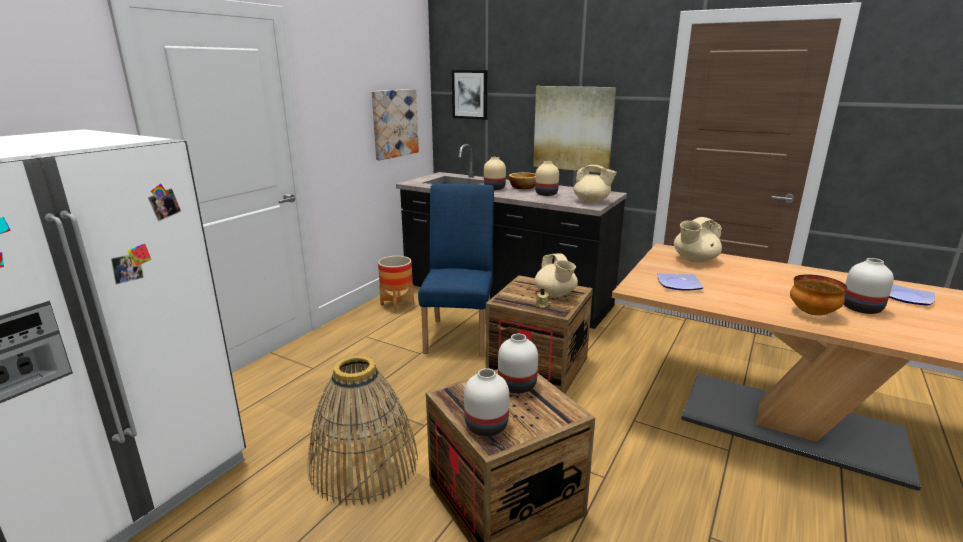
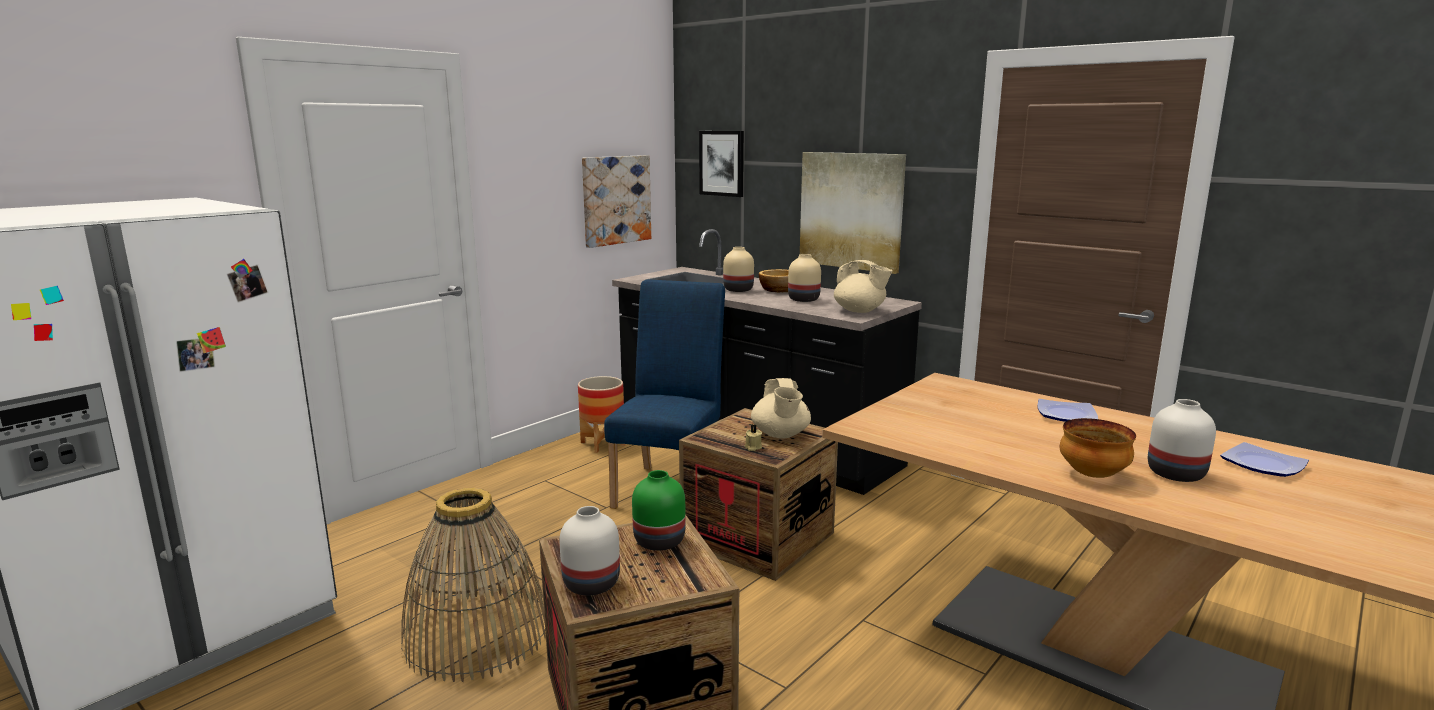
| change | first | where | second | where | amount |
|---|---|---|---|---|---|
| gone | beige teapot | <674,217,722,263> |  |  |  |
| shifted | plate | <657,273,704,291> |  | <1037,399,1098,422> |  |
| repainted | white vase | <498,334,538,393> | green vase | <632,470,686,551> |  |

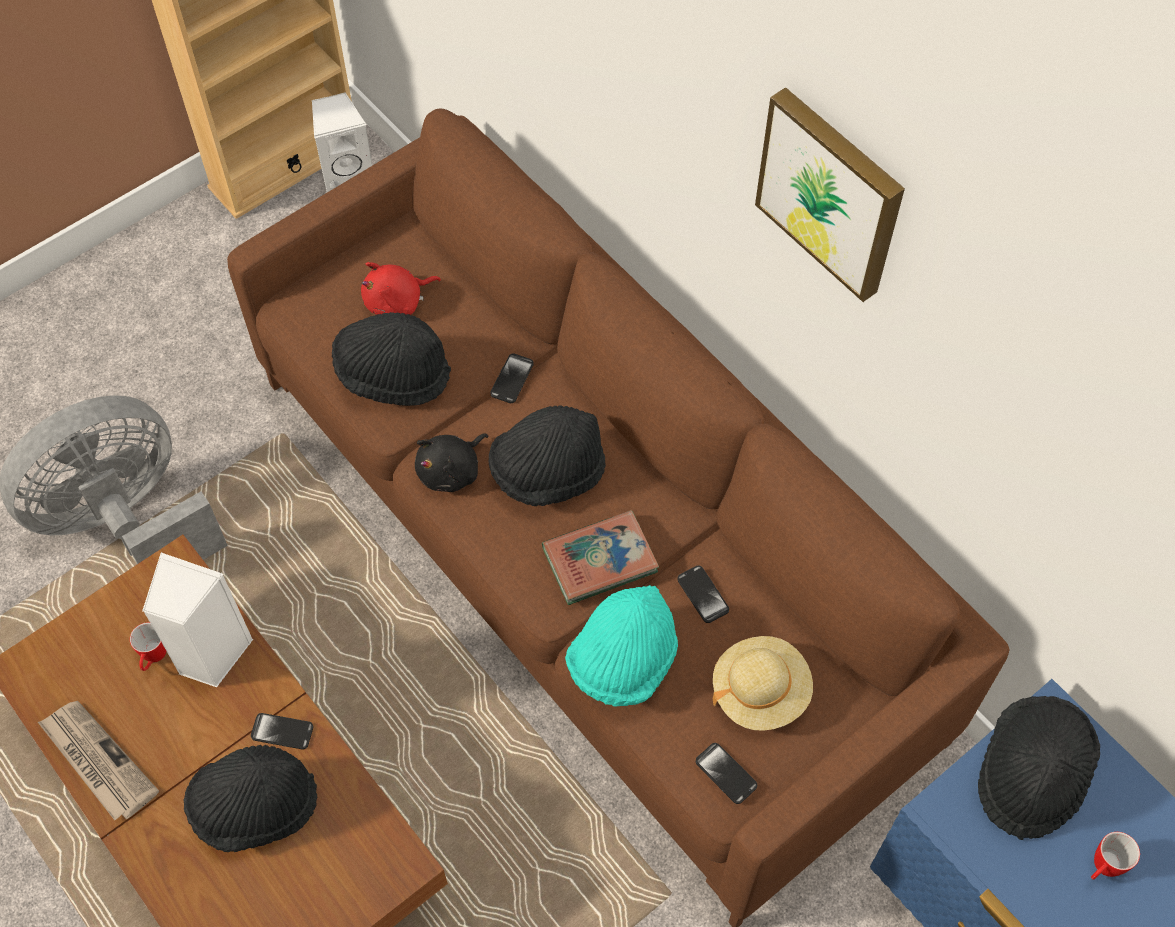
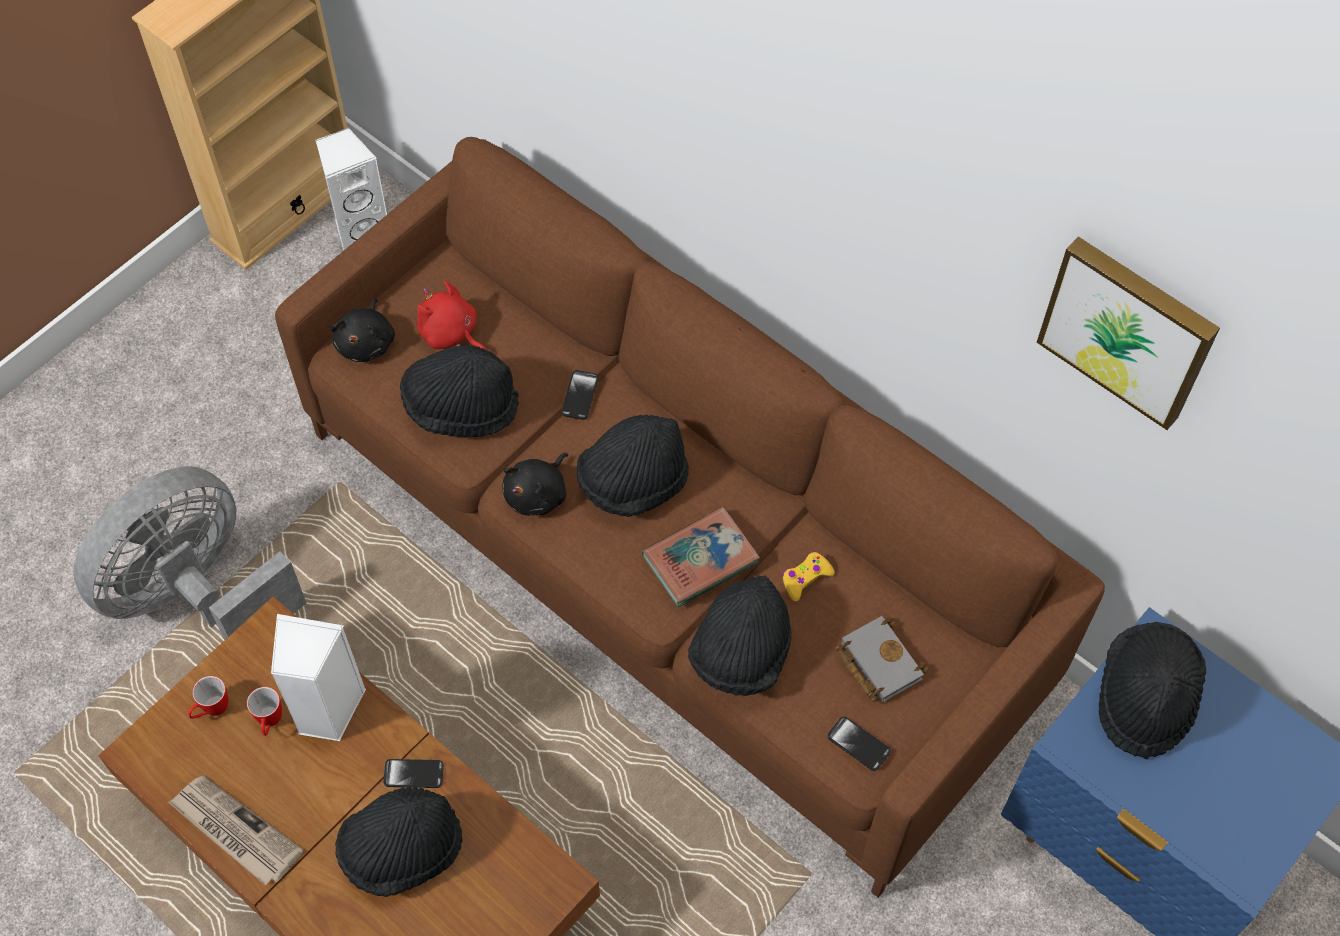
| change | first | where | second | where | amount |
|---|---|---|---|---|---|
| shifted | picture | <755,87,905,302> |  | <1037,237,1220,430> |  |
| rotated | red plush toy | <361,262,441,315> |  | <417,281,487,350> | 75 degrees clockwise |
| swapped | phone | <677,565,729,623> | yellow game controller | <782,552,835,602> |  |
| repainted | turquoise hat | <565,585,678,706> | black hat | <688,575,792,696> |  |
| swapped | beige hat | <713,636,813,731> | grey book | <835,616,929,702> |  |
| shifted | mug | <1091,832,1140,880> |  | <188,676,228,719> |  |
| new |  |  | black plush toy | <331,298,395,362> |  |

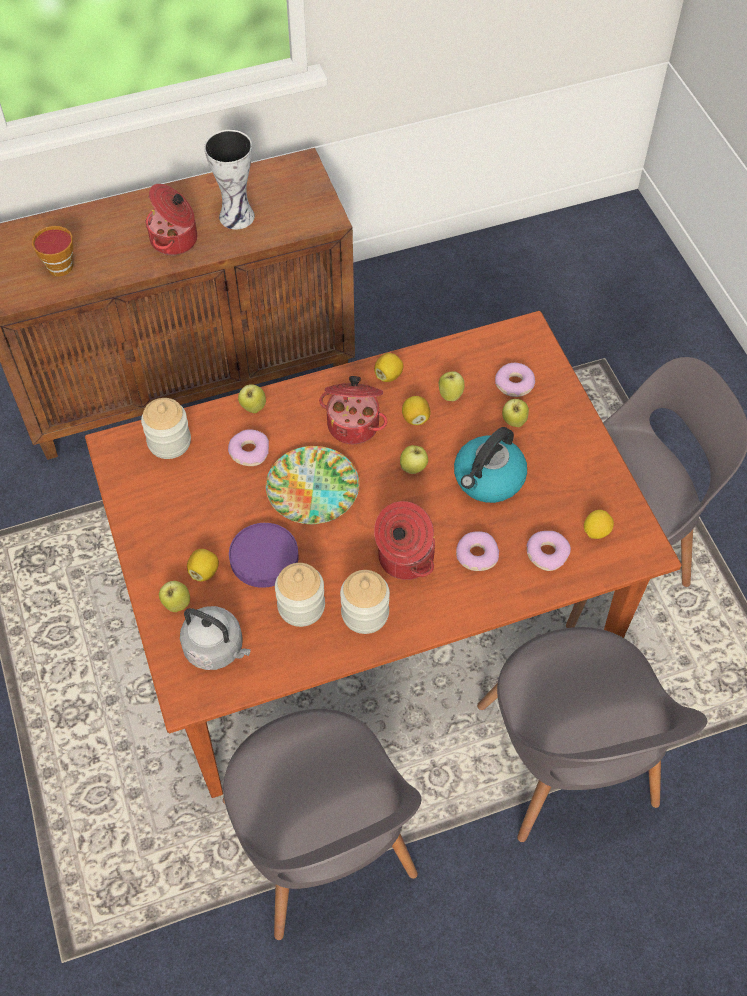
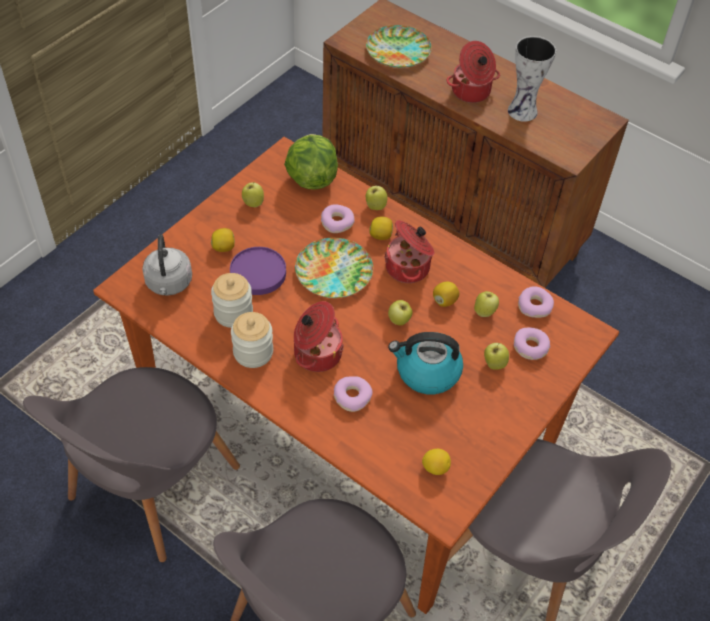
| change | first | where | second | where | amount |
|---|---|---|---|---|---|
| swapped | cup | <32,226,73,276> | plate | <366,25,432,68> |  |
| shifted | lemon | <374,353,403,382> |  | <369,217,393,240> |  |
| swapped | jar | <141,398,191,459> | lettuce | <284,134,338,190> |  |
| shifted | donut | <527,531,571,571> |  | <518,286,554,318> |  |
| shifted | apple | <159,581,190,612> |  | <242,183,264,207> |  |

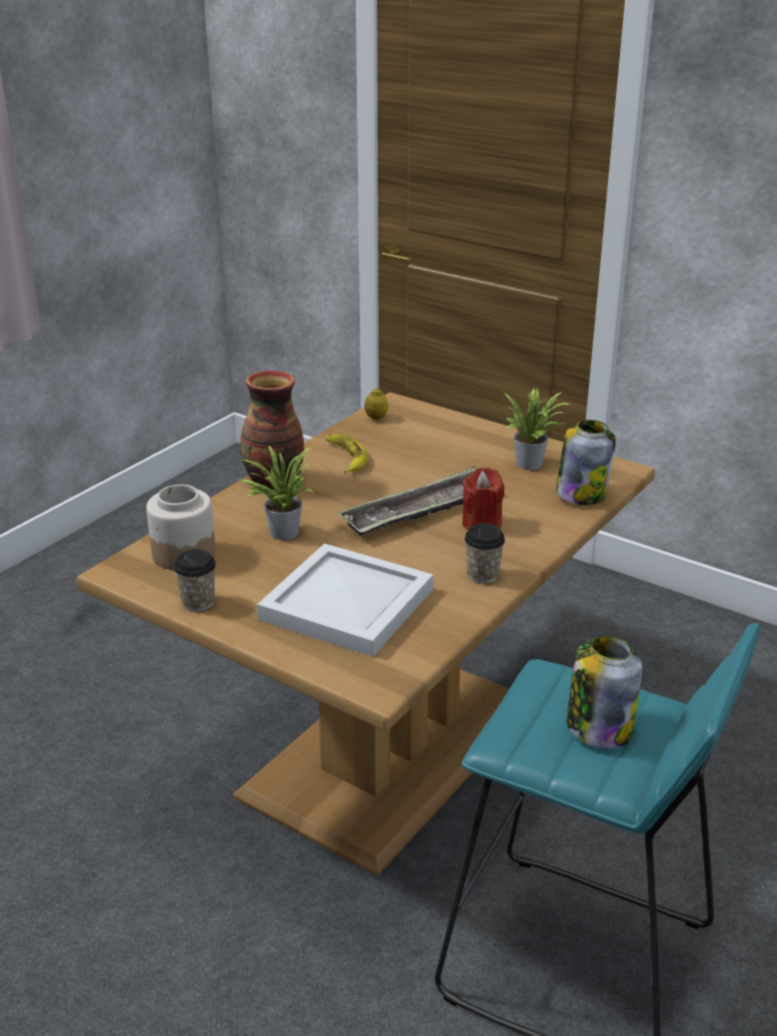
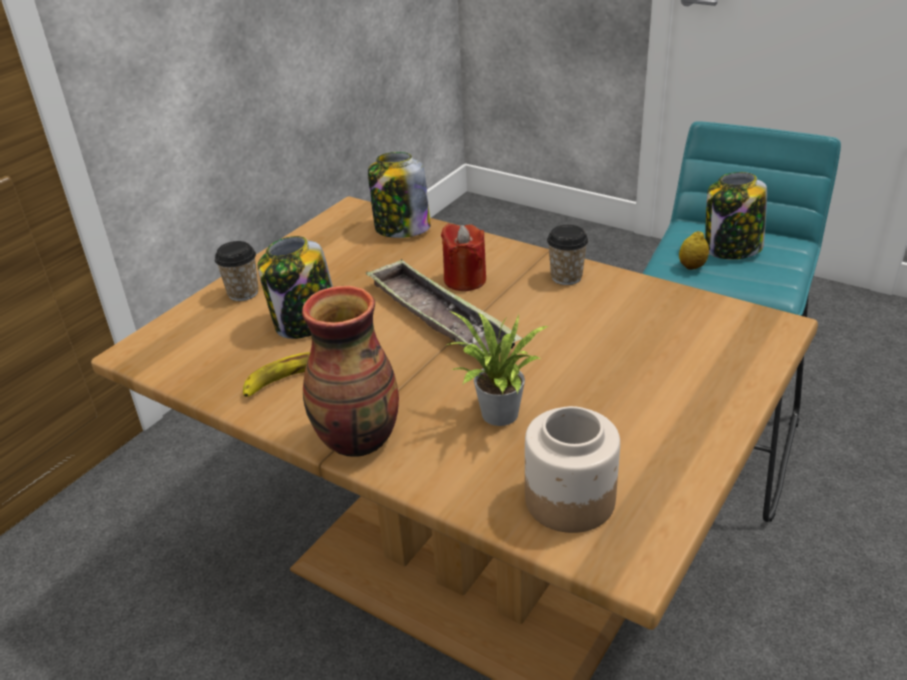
| change | first | where | second | where | amount |
|---|---|---|---|---|---|
| shifted | lemon | <365,388,388,420> |  | <679,231,709,270> |  |
| gone | potted plant | <504,388,570,470> |  |  |  |
| gone | white tray | <257,543,433,657> |  |  |  |
| shifted | cup | <173,549,216,611> |  | <215,241,258,301> |  |
| new |  |  | jar | <258,236,333,339> |  |

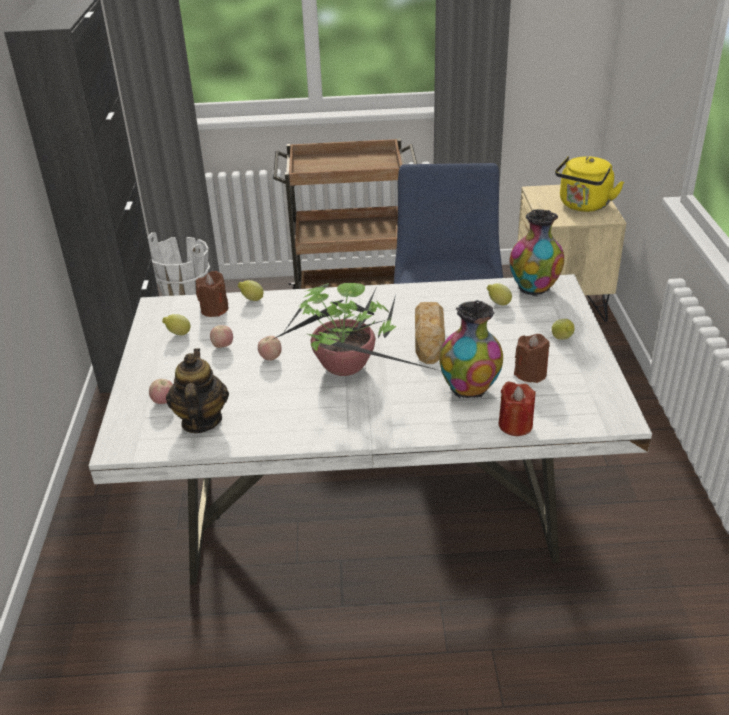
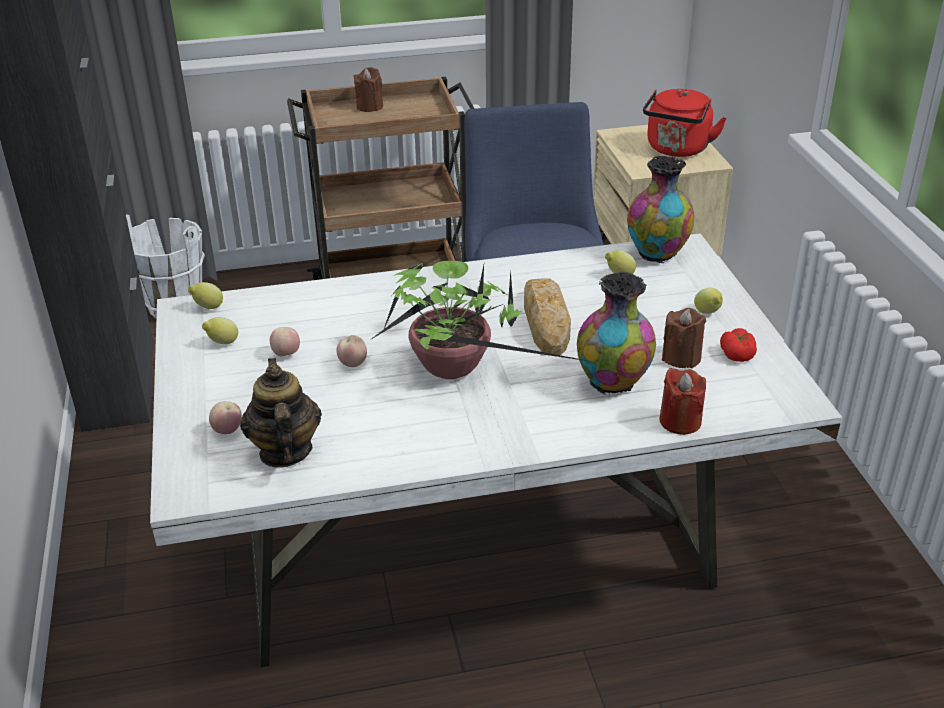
| change | first | where | second | where | amount |
|---|---|---|---|---|---|
| repainted | yellow kettle | <555,156,624,212> | red kettle | <643,89,727,157> |  |
| shifted | brown candle | <196,271,229,317> |  | <354,67,383,112> |  |
| shifted | lemon | <238,280,264,301> |  | <188,282,223,309> |  |
| new |  |  | tomato | <720,328,757,362> |  |

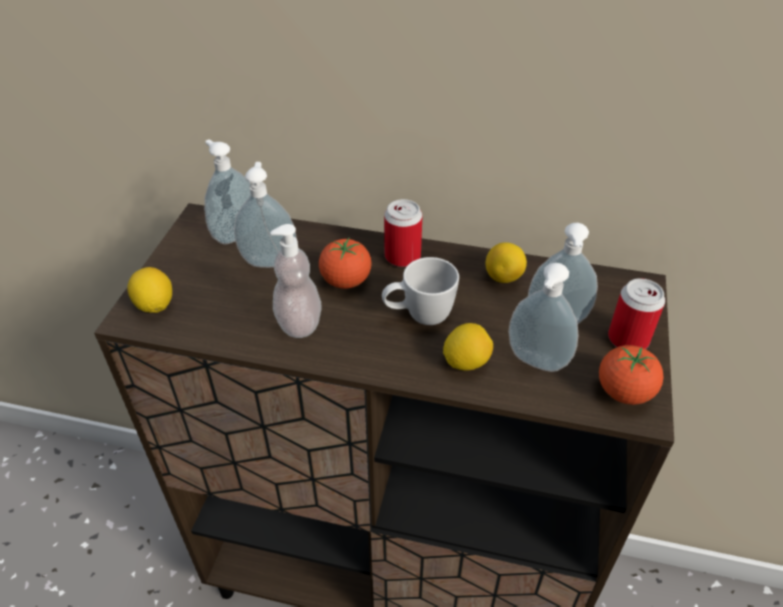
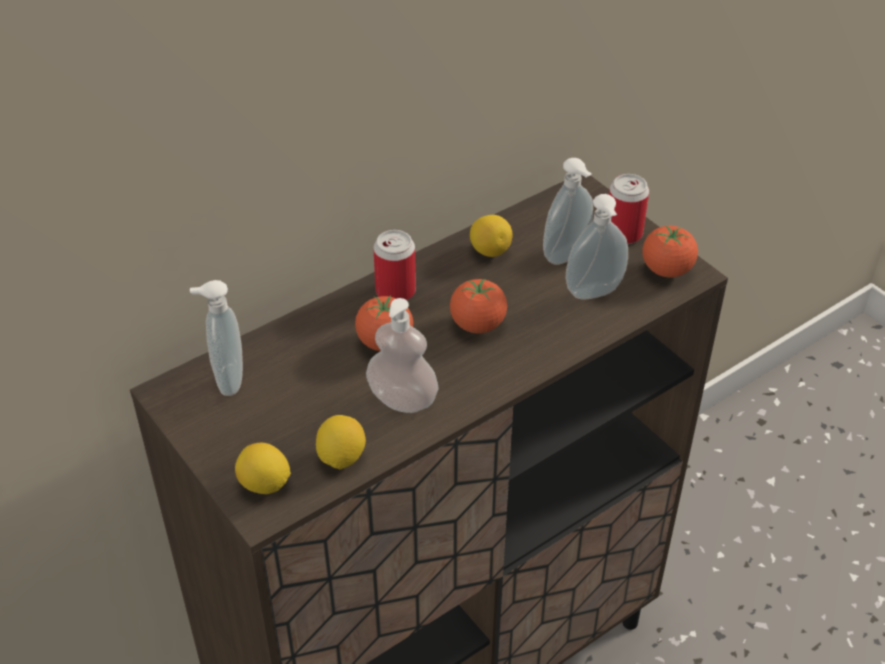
| change | first | where | second | where | amount |
|---|---|---|---|---|---|
| gone | soap dispenser | <234,162,297,268> |  |  |  |
| swapped | white mug | <382,257,459,325> | tomato | <450,279,507,333> |  |
| shifted | lemon | <443,323,493,371> |  | <316,415,366,469> |  |

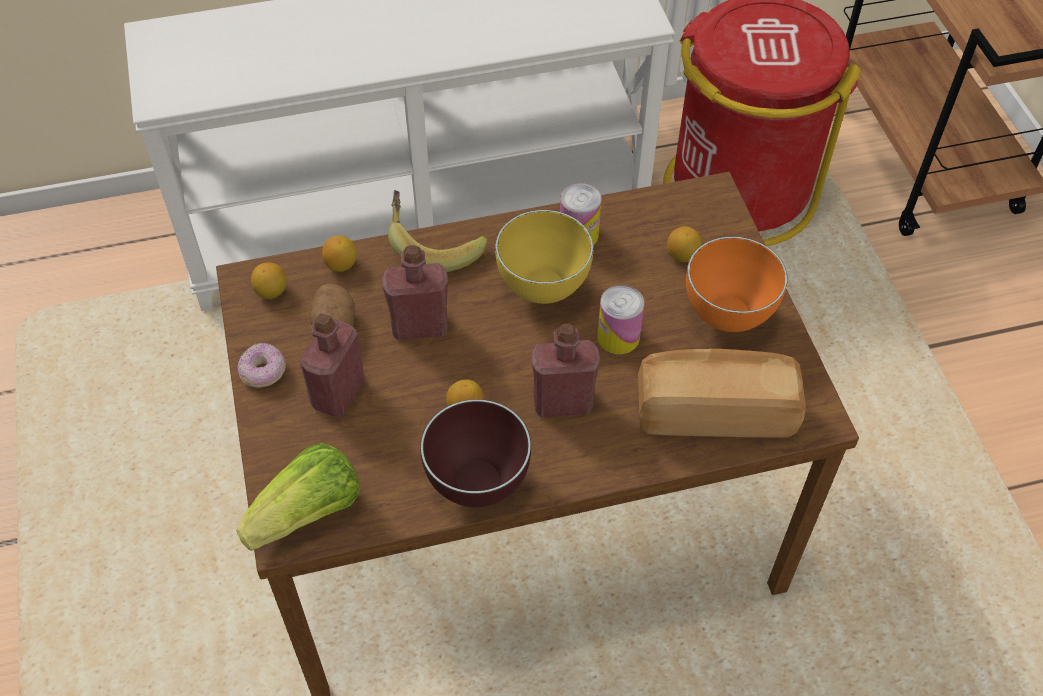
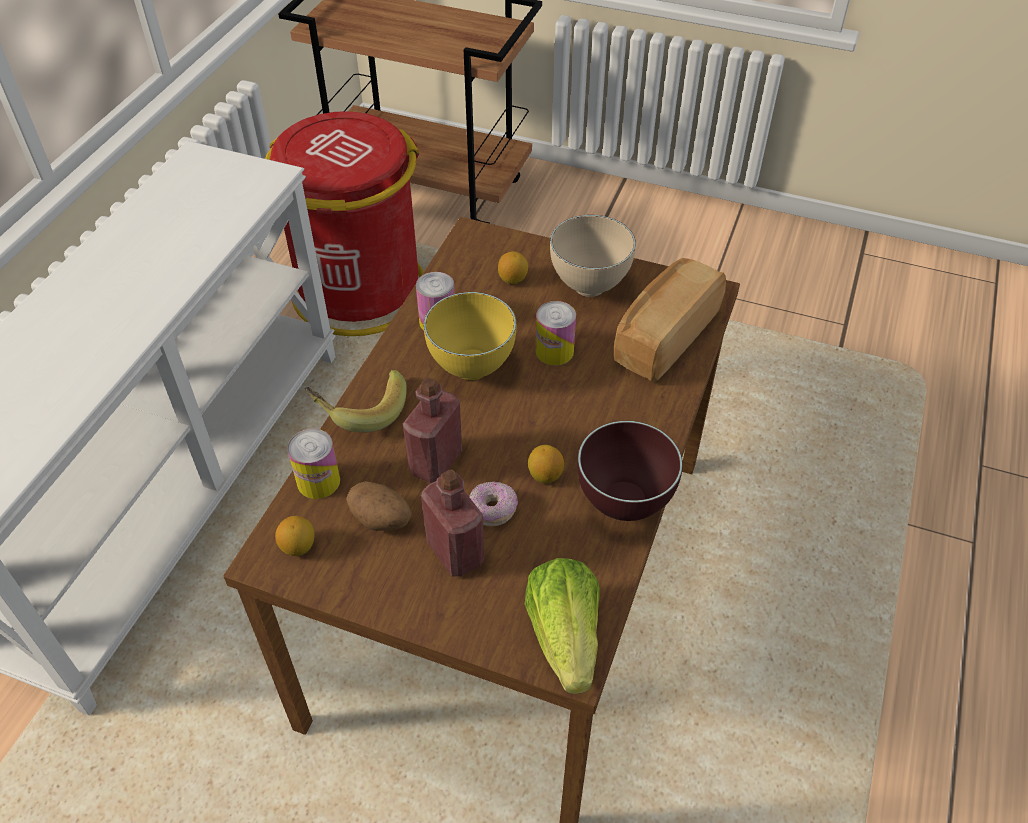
| change | first | where | second | where | amount |
|---|---|---|---|---|---|
| swapped | lemon | <322,236,357,272> | can | <287,429,340,499> |  |
| repainted | orange bowl | <686,237,788,332> | beige bowl | <550,215,636,297> |  |
| gone | red bottle | <531,324,600,418> |  |  |  |
| shifted | donut | <238,343,286,388> |  | <469,481,518,527> |  |

